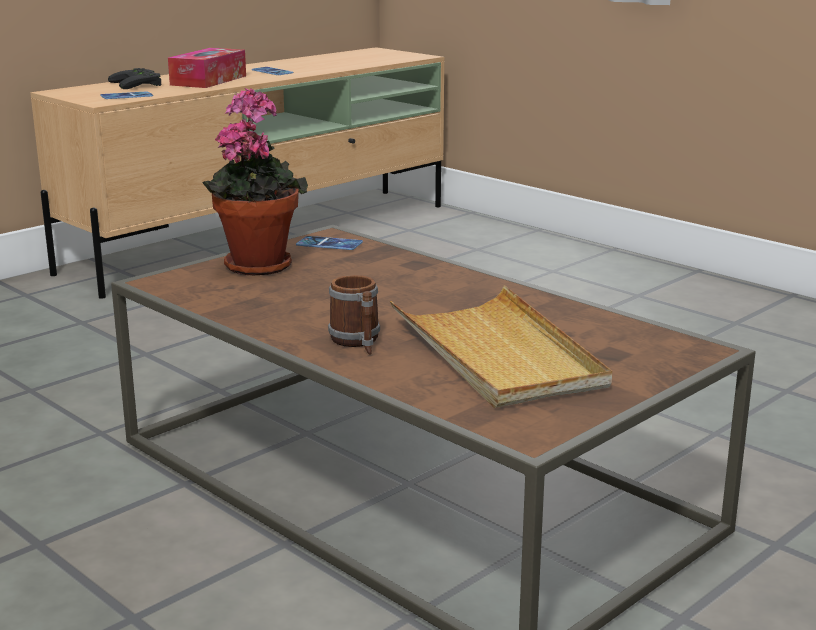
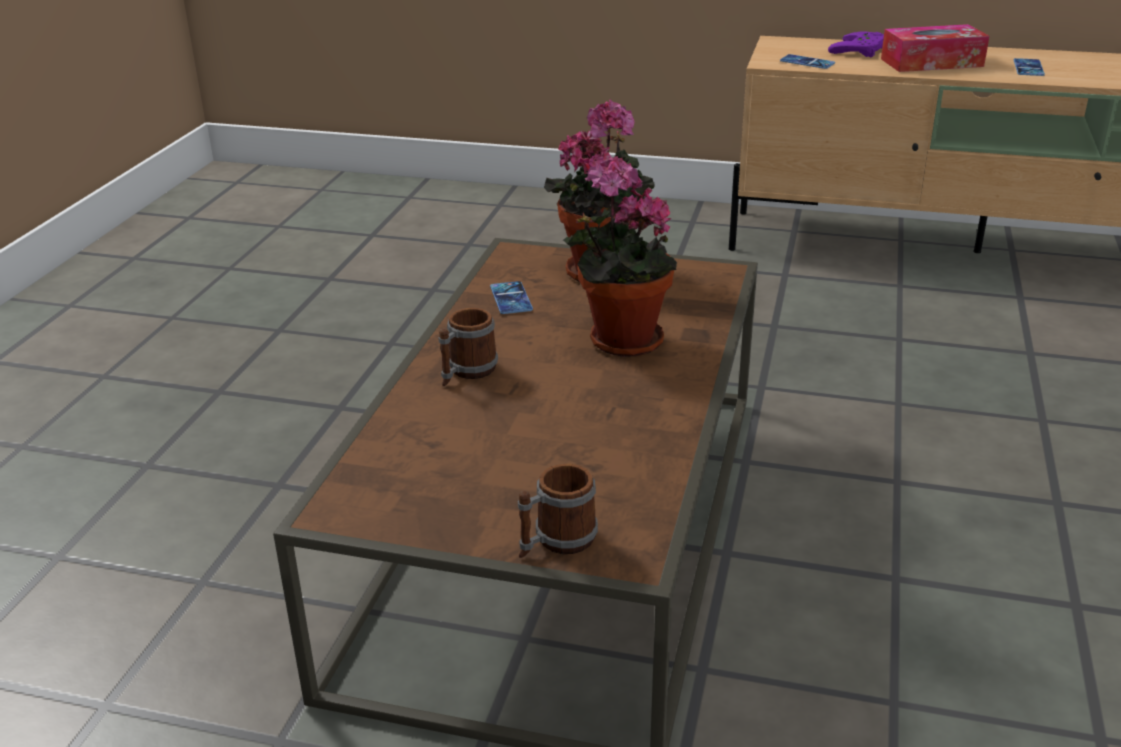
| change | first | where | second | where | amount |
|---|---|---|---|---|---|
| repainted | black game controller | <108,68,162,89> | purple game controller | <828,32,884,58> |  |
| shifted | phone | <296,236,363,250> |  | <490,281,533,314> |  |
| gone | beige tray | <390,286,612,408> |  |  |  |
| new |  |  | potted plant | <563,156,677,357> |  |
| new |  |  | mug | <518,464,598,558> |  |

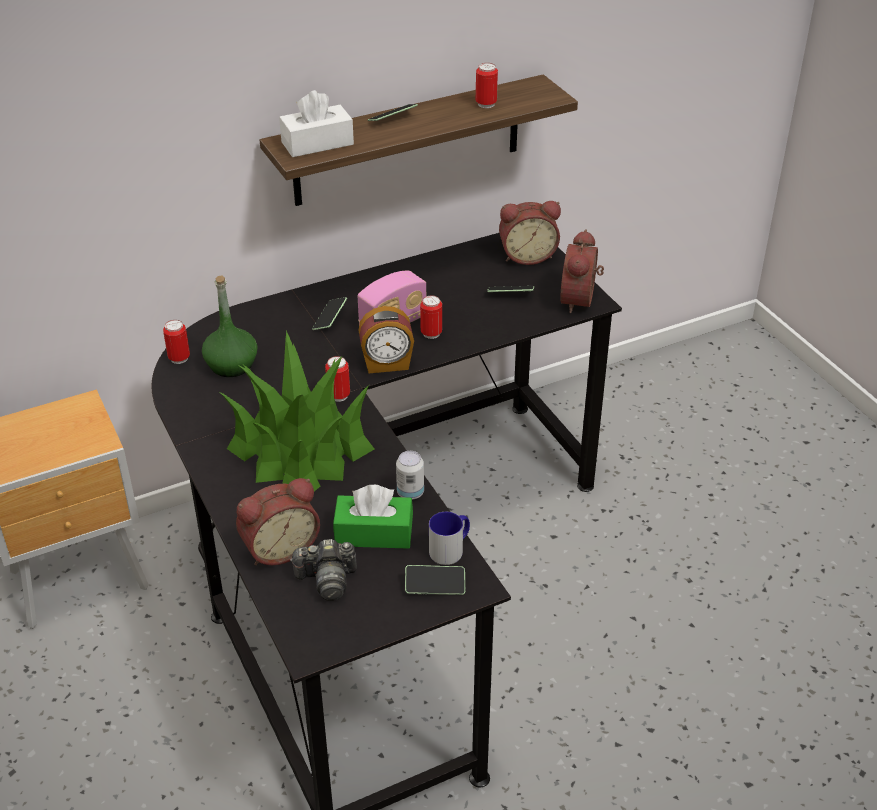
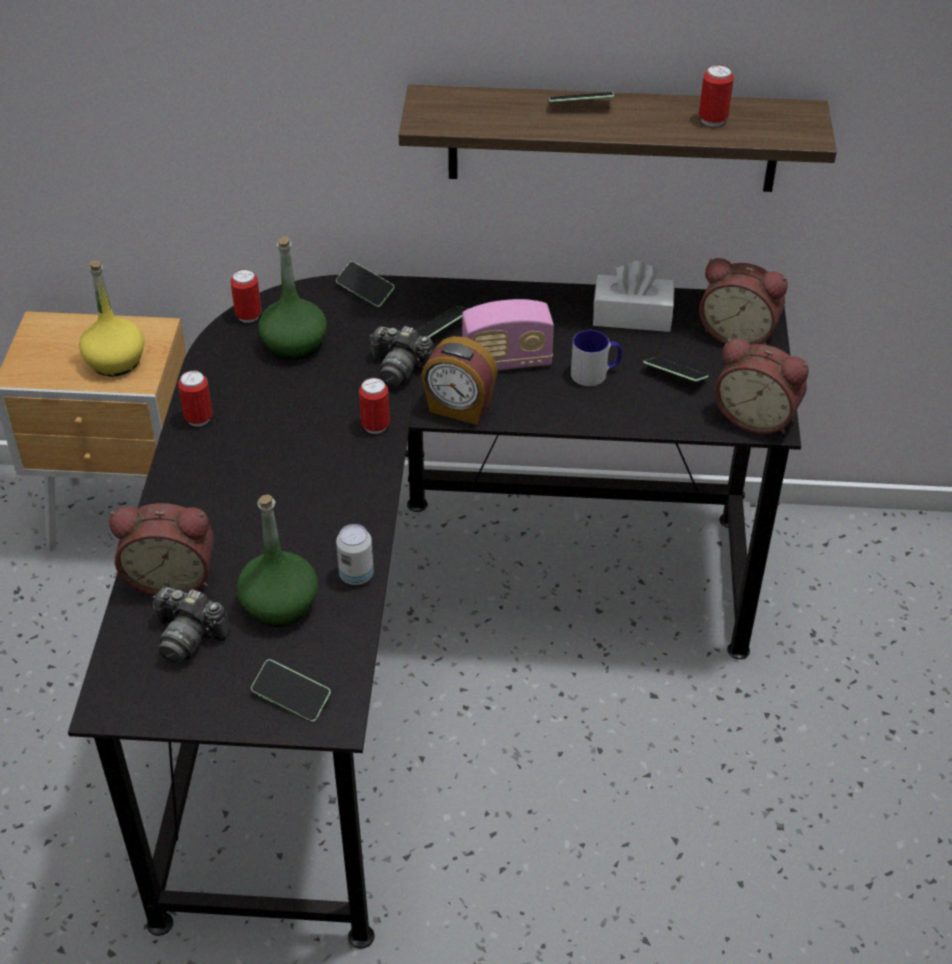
| change | first | where | second | where | amount |
|---|---|---|---|---|---|
| shifted | white tissue box | <279,90,354,157> |  | <593,261,675,332> |  |
| rotated | alarm clock | <560,229,604,313> |  | <714,338,809,434> | 105 degrees counterclockwise |
| shifted | can | <420,295,442,339> |  | <178,370,213,426> |  |
| gone | potted plant | <218,330,374,492> |  |  |  |
| swapped | green tissue box | <333,485,413,549> | green bottle | <237,494,318,627> |  |
| shifted | mug | <429,512,470,565> |  | <571,330,622,386> |  |
| new |  |  | yellow bottle | <79,260,144,376> |  |
| new |  |  | phone | <336,261,395,307> |  |
| new |  |  | photo camera | <370,326,434,387> |  |

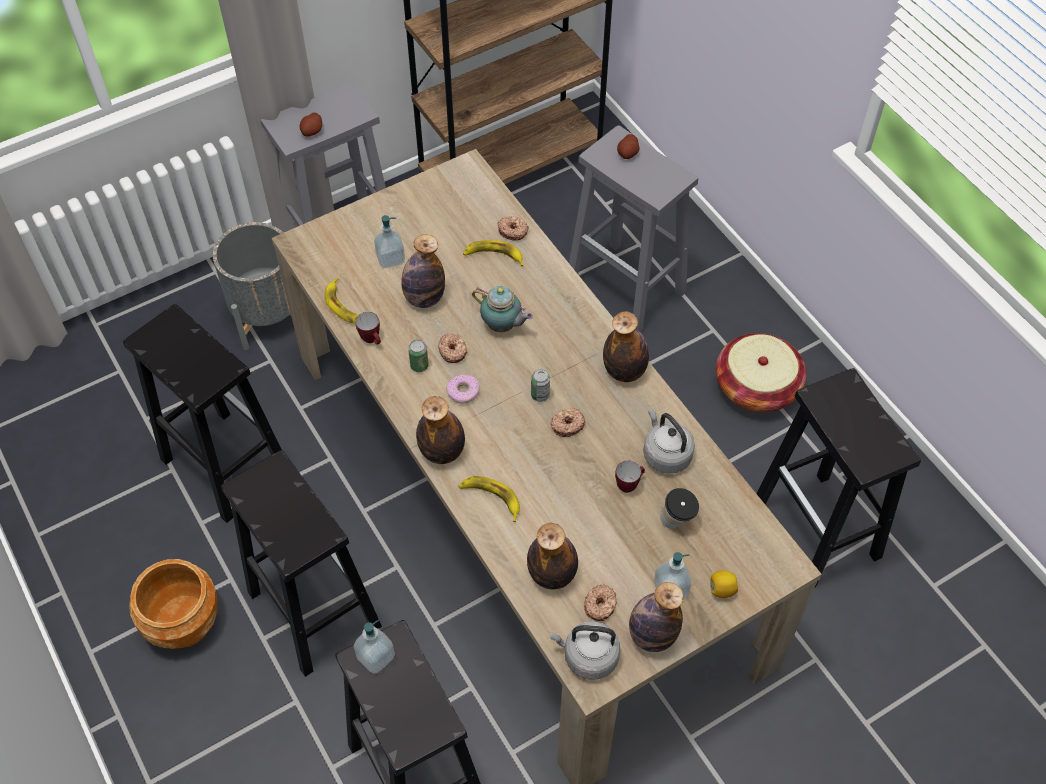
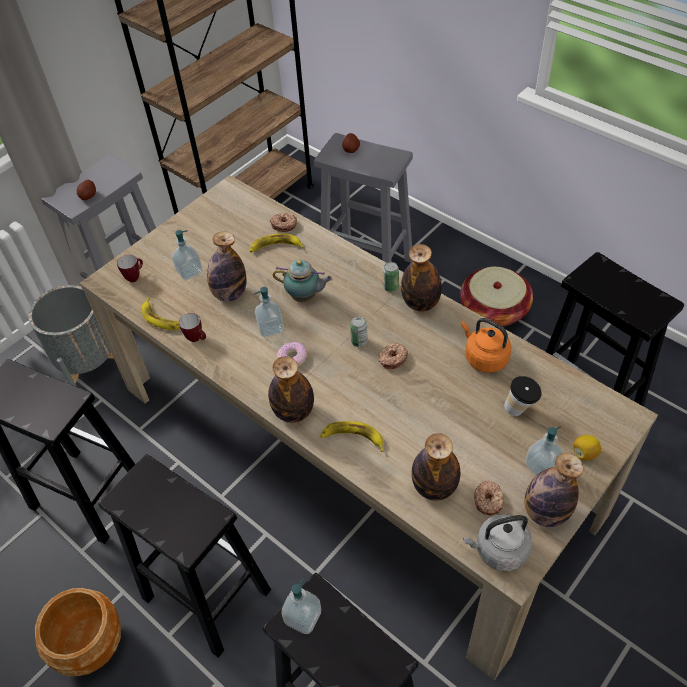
| change | first | where | second | where | amount |
|---|---|---|---|---|---|
| swapped | donut | <438,334,467,363> | soap dispenser | <254,287,284,337> |  |
| shifted | can | <408,340,429,372> |  | <383,262,399,292> |  |
| repainted | grey kettle | <643,408,695,474> | orange kettle | <461,318,512,373> |  |
| shifted | mug | <615,461,645,493> |  | <117,255,143,282> |  |

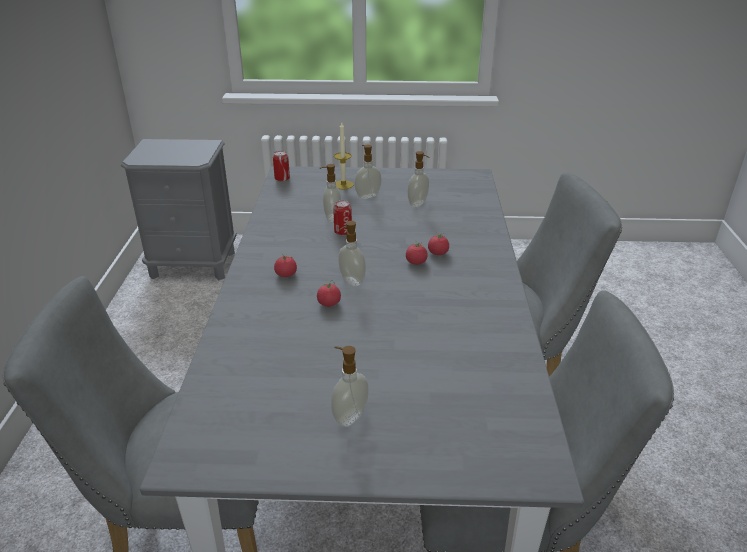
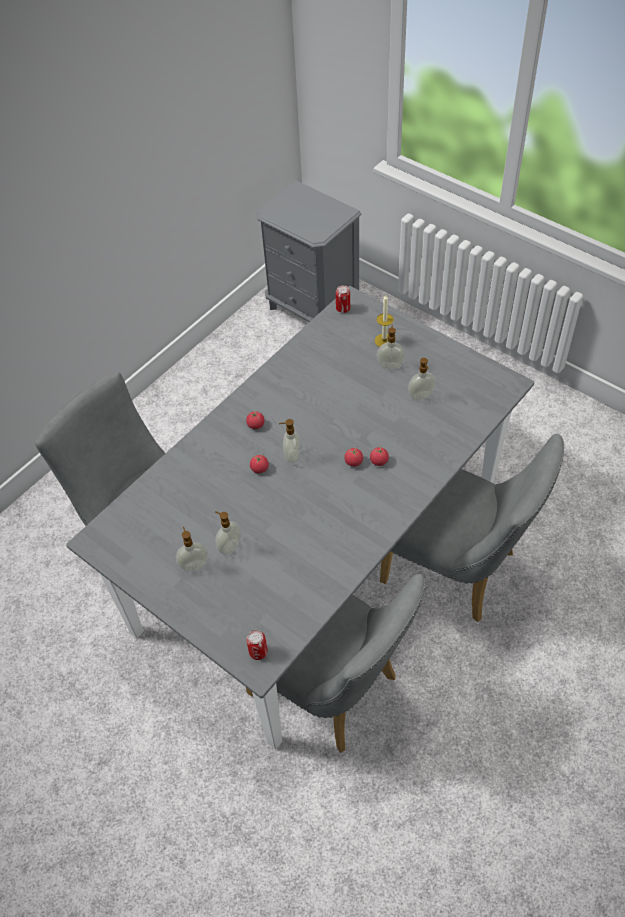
| change | first | where | second | where | amount |
|---|---|---|---|---|---|
| shifted | soap dispenser | <320,164,341,222> |  | <215,511,241,555> |  |
| shifted | can | <333,200,352,236> |  | <246,630,268,660> |  |

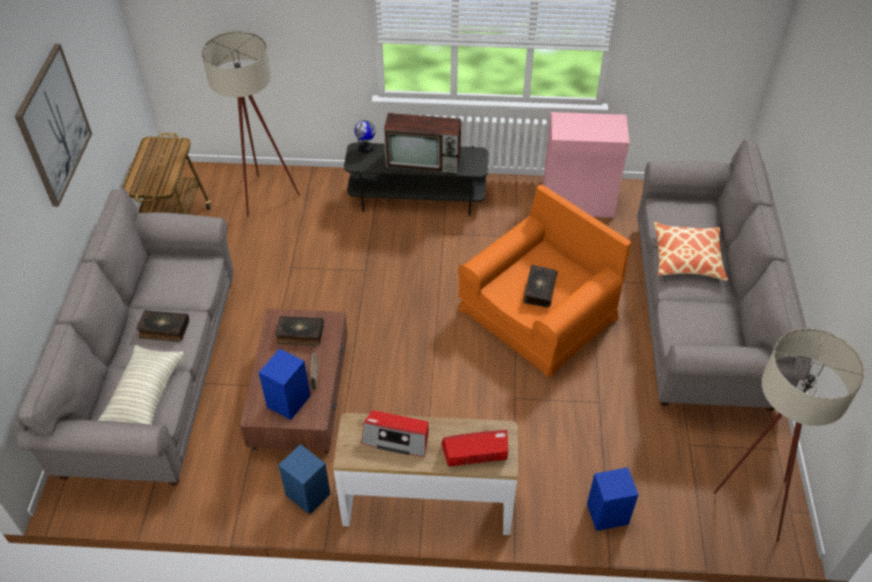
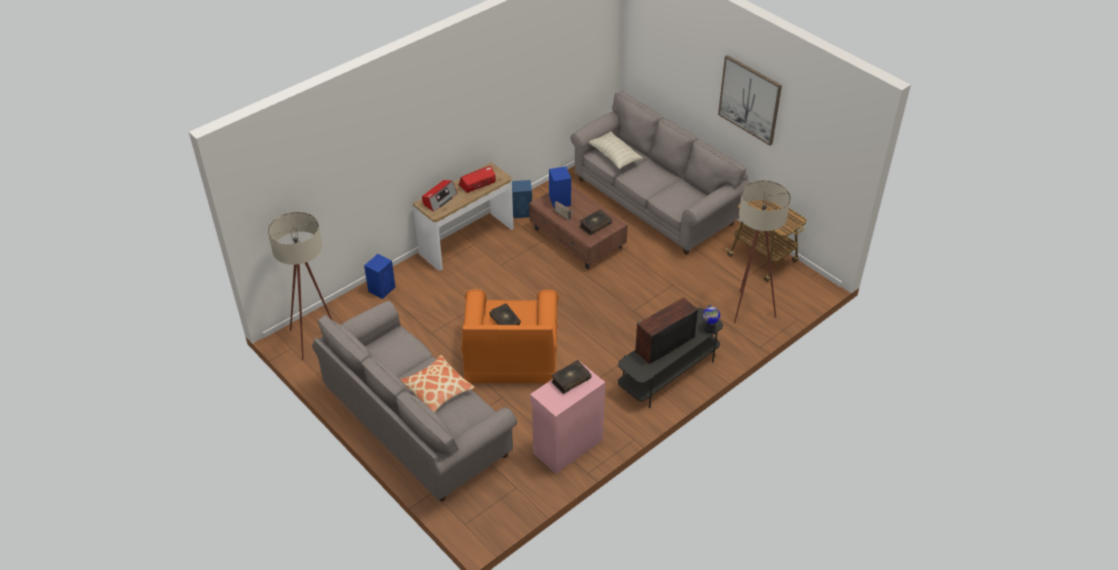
| change | first | where | second | where | amount |
|---|---|---|---|---|---|
| shifted | book | <136,310,189,342> |  | <551,360,591,394> |  |

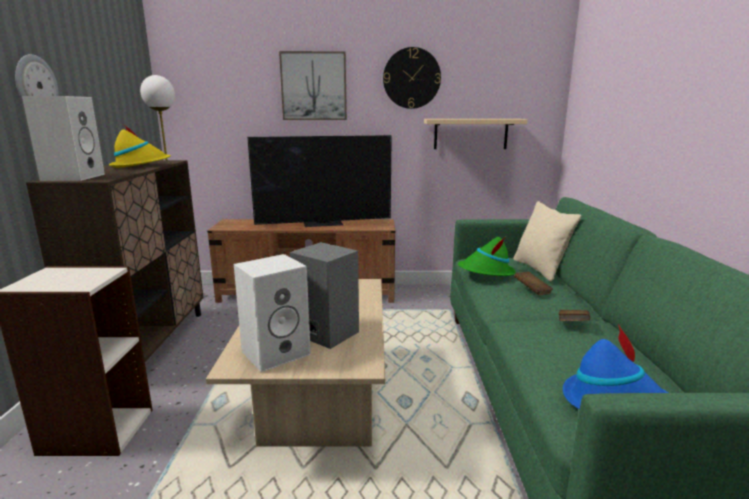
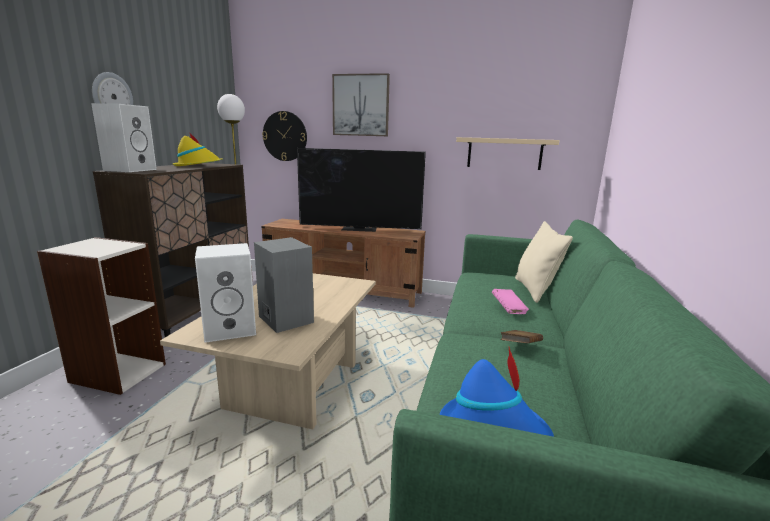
| change | first | where | second | where | amount |
|---|---|---|---|---|---|
| shifted | wall clock | <383,47,441,109> |  | <262,111,307,161> |  |
| gone | green hat | <458,236,516,276> |  |  |  |
| repainted | brown book | <514,272,553,295> | pink book | <492,289,529,314> |  |

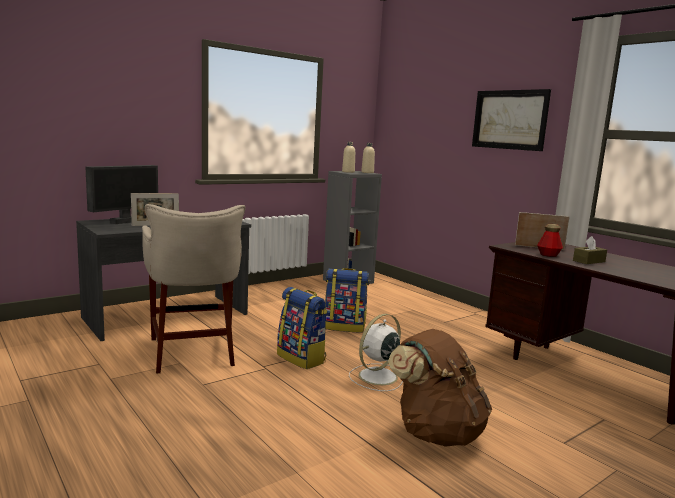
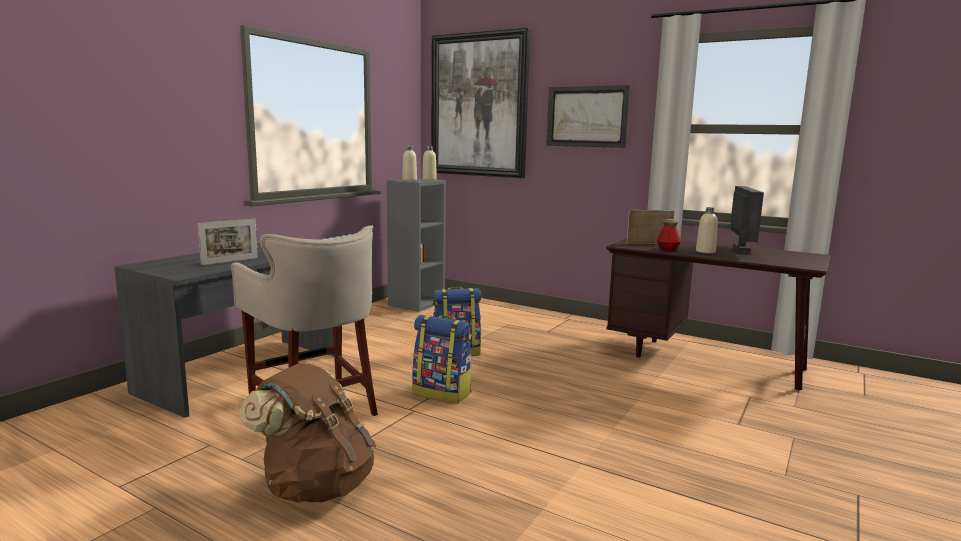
| change | first | where | second | where | amount |
|---|---|---|---|---|---|
| shifted | monitor | <85,165,158,224> |  | <731,186,764,254> |  |
| swapped | brown tissue box | <573,236,607,264> | beige bottle | <696,207,718,253> |  |
| gone | white fan | <349,314,403,391> |  |  |  |
| shifted | brown backpack | <388,329,492,447> |  | <239,363,376,503> |  |
| new |  |  | picture | <431,28,530,178> |  |

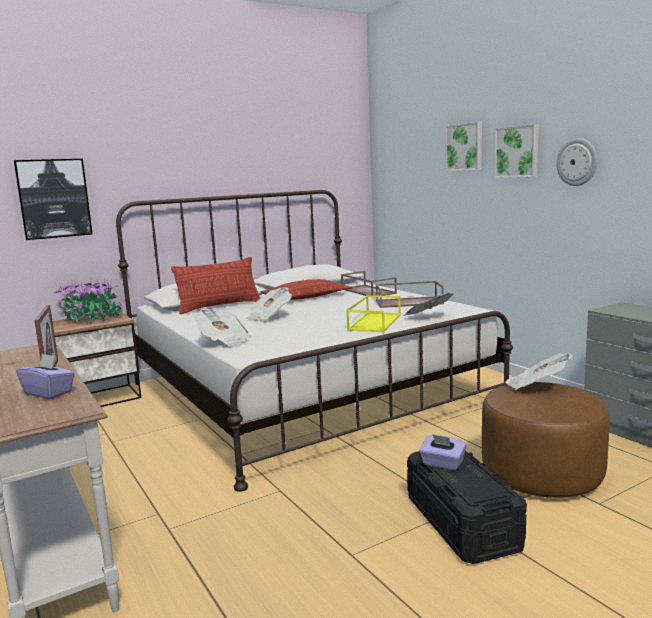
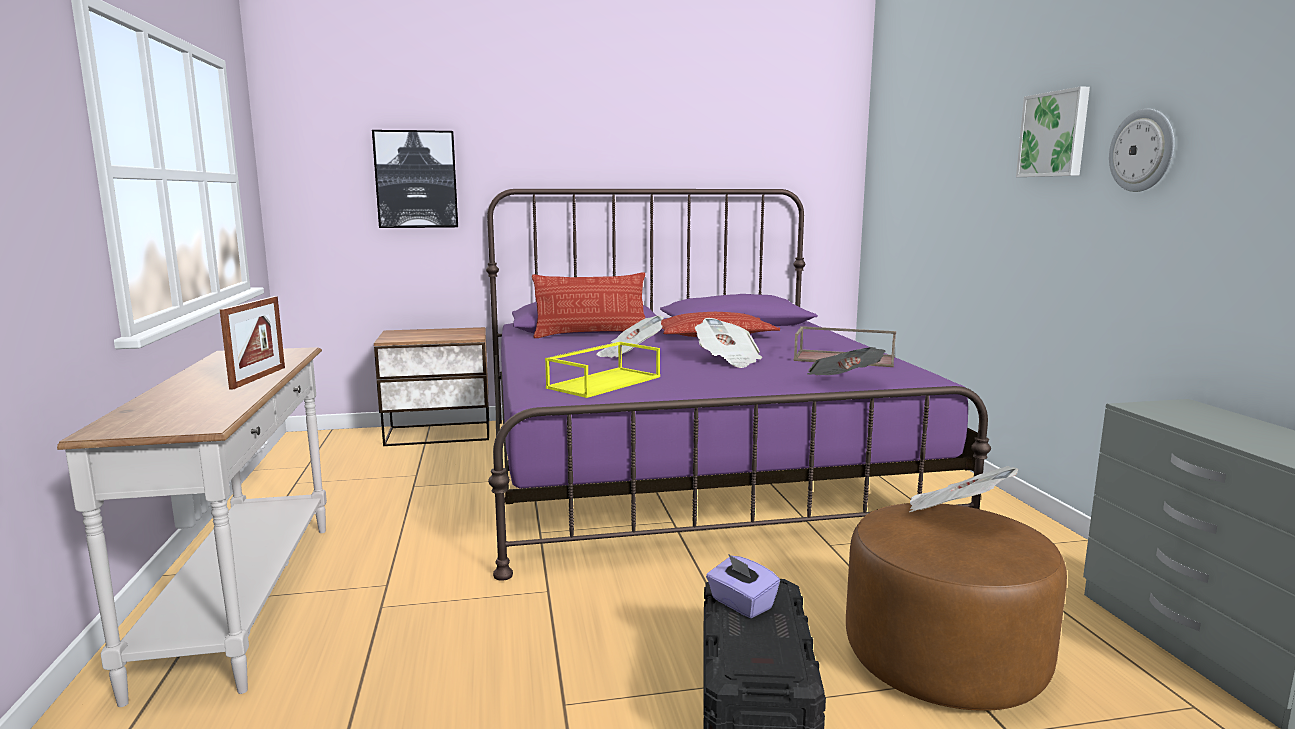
| change | first | where | second | where | amount |
|---|---|---|---|---|---|
| gone | picture | <445,122,482,171> |  |  |  |
| repainted | white bed | <116,190,513,492> | purple bed | <486,189,991,581> |  |
| gone | brown tray | <341,271,397,298> |  |  |  |
| gone | potted plant | <54,280,125,323> |  |  |  |
| shifted | yellow tray | <346,295,401,332> |  | <545,342,660,398> |  |
| shifted | newspaper | <194,309,252,348> |  | <695,318,762,368> |  |
| gone | purple tissue box | <16,354,75,399> |  |  |  |

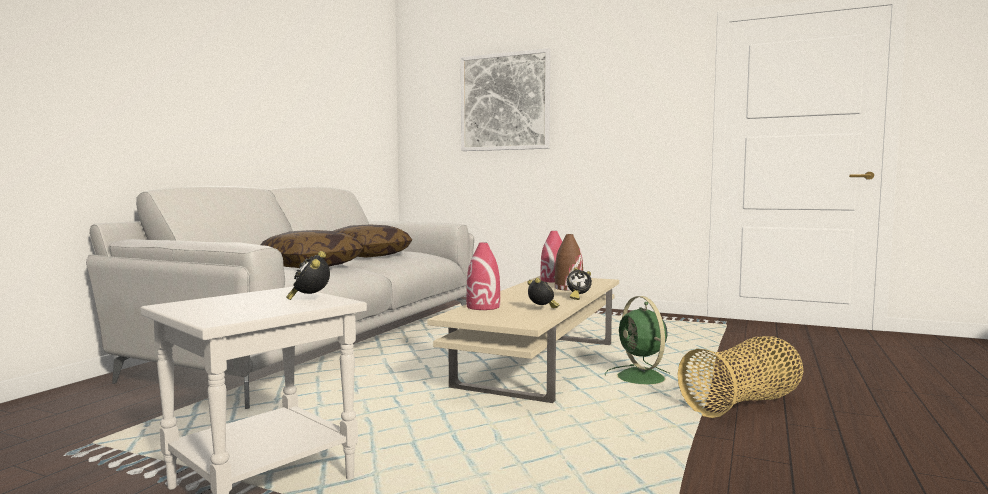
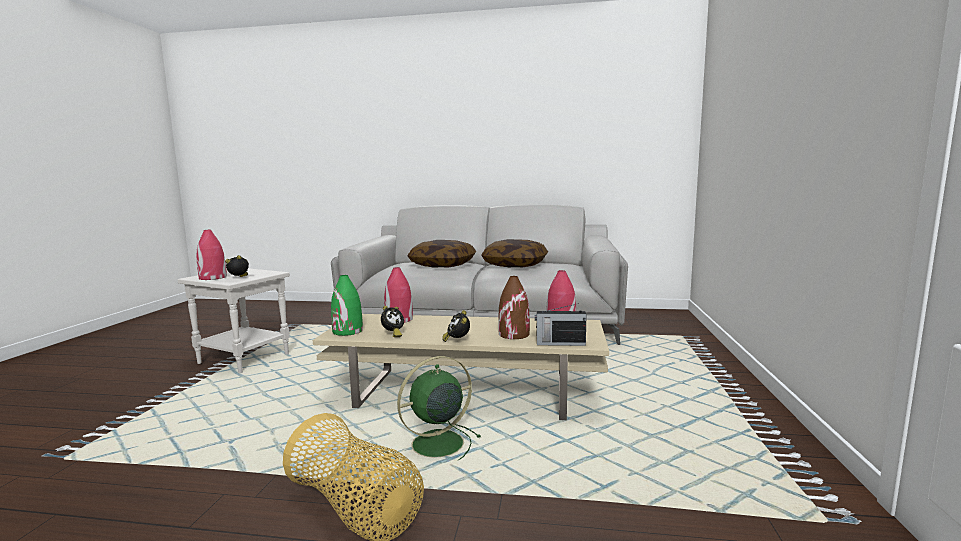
| change | first | where | second | where | amount |
|---|---|---|---|---|---|
| gone | picture | <461,48,550,151> |  |  |  |
| new |  |  | red vase | <196,230,227,280> |  |
| new |  |  | green vase | <331,275,363,336> |  |
| new |  |  | radio | <535,303,587,346> |  |

